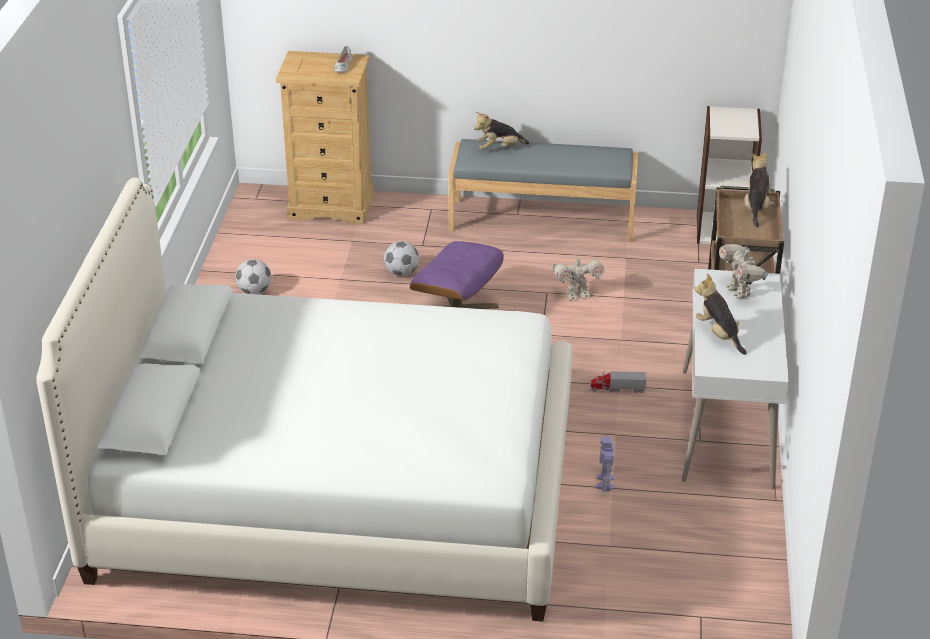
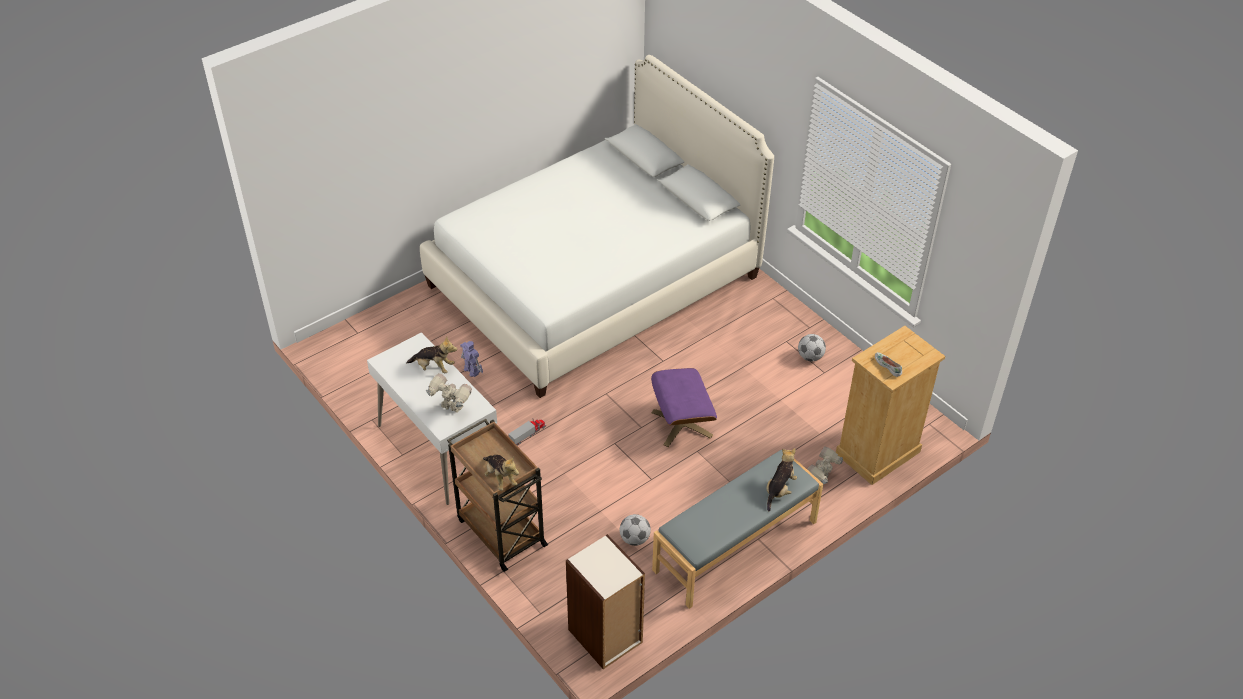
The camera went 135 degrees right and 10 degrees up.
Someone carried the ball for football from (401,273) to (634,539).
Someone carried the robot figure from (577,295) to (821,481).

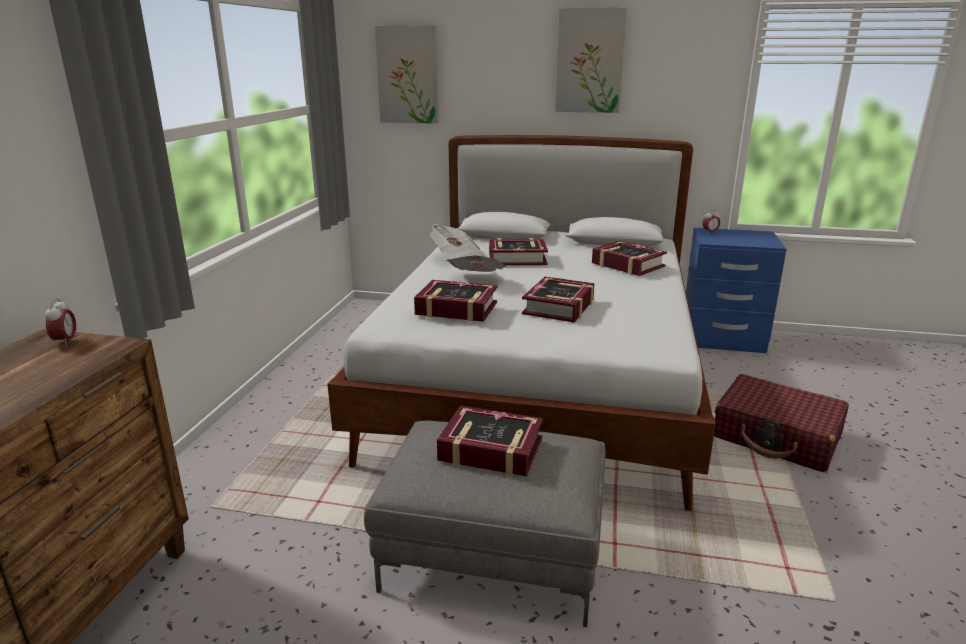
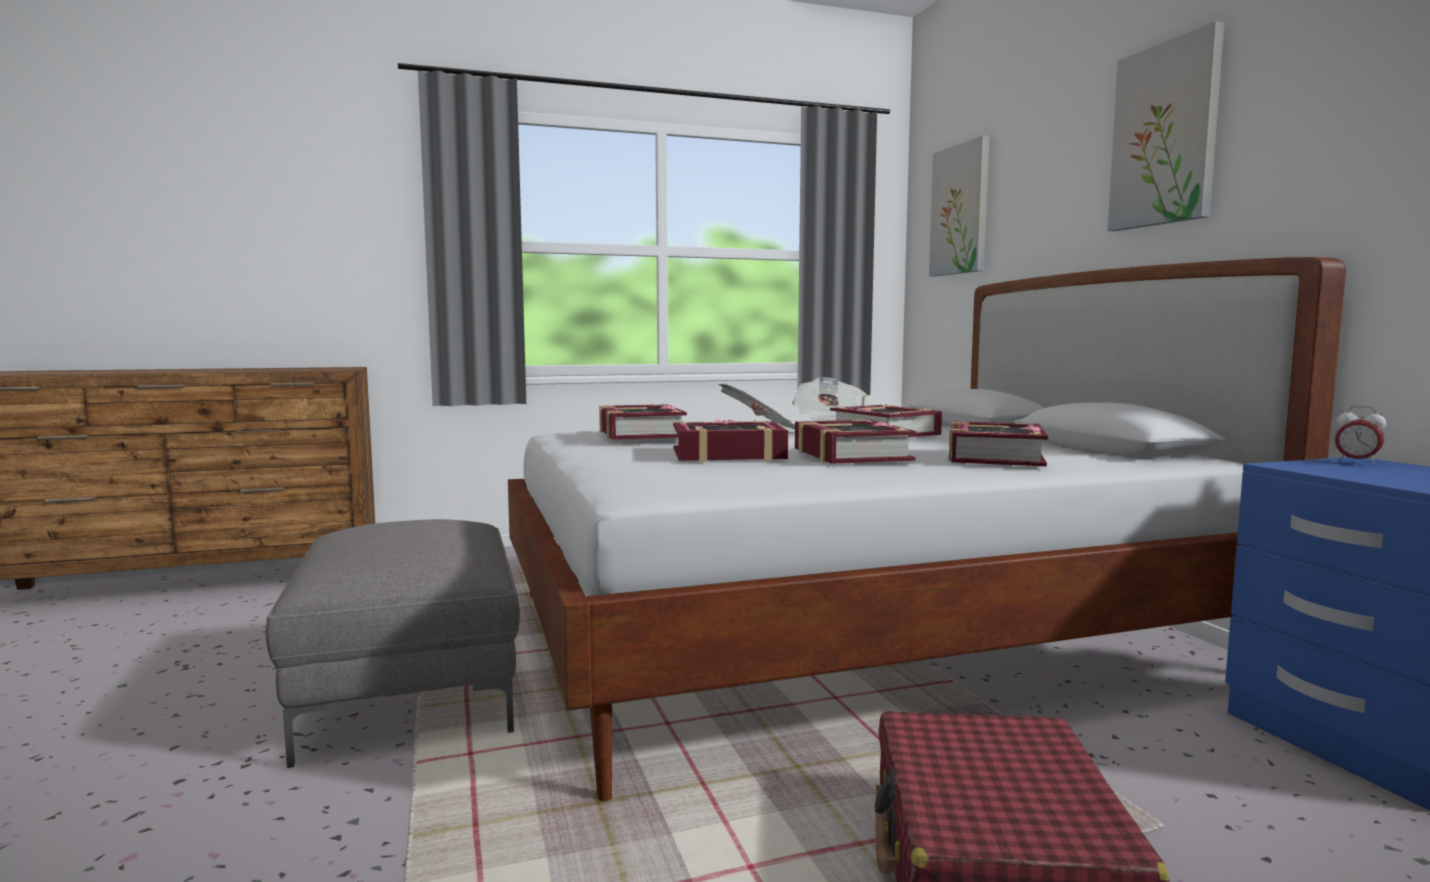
The camera went 60 degrees right and 15 degrees down.
Someone took away the bedside clock at (65,342).
Someone carried the book from (491,450) to (850,455).

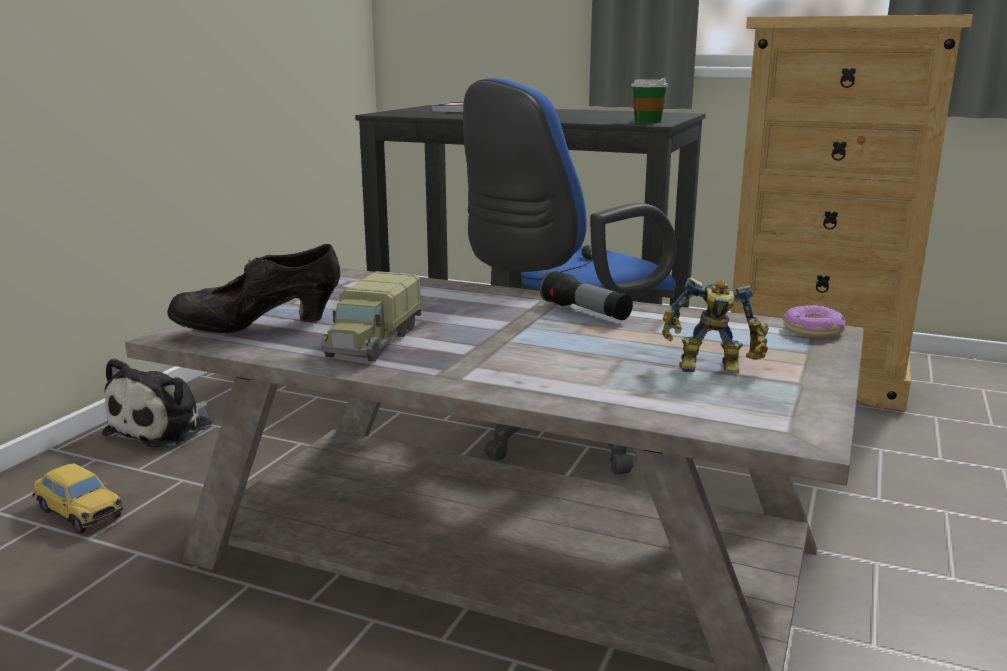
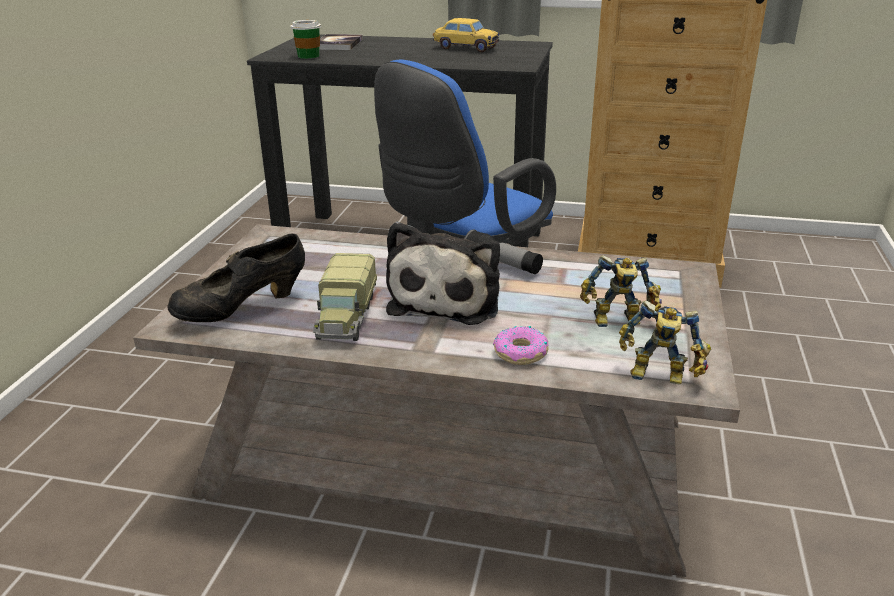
The camera went 10 degrees left and 10 degrees up.
Someone put down the robot figure at (659,376).
Someone carried the toy car from (79,513) to (465,48).
Someone carried the plush toy from (165,428) to (448,299).
Someone carried the cup from (647,122) to (308,56).
Someone carried the doughnut from (813,331) to (521,353).

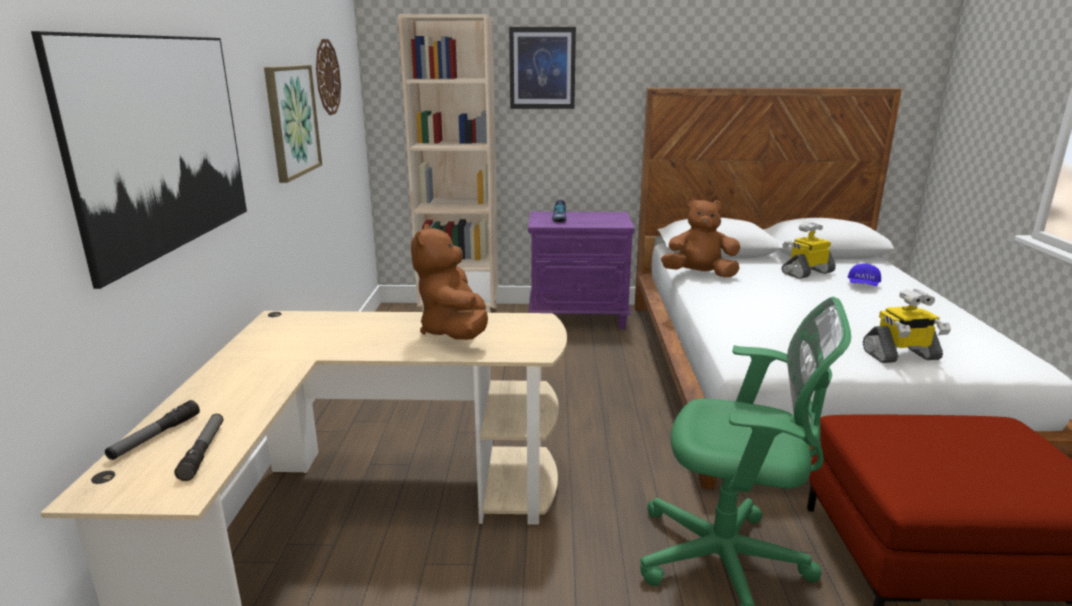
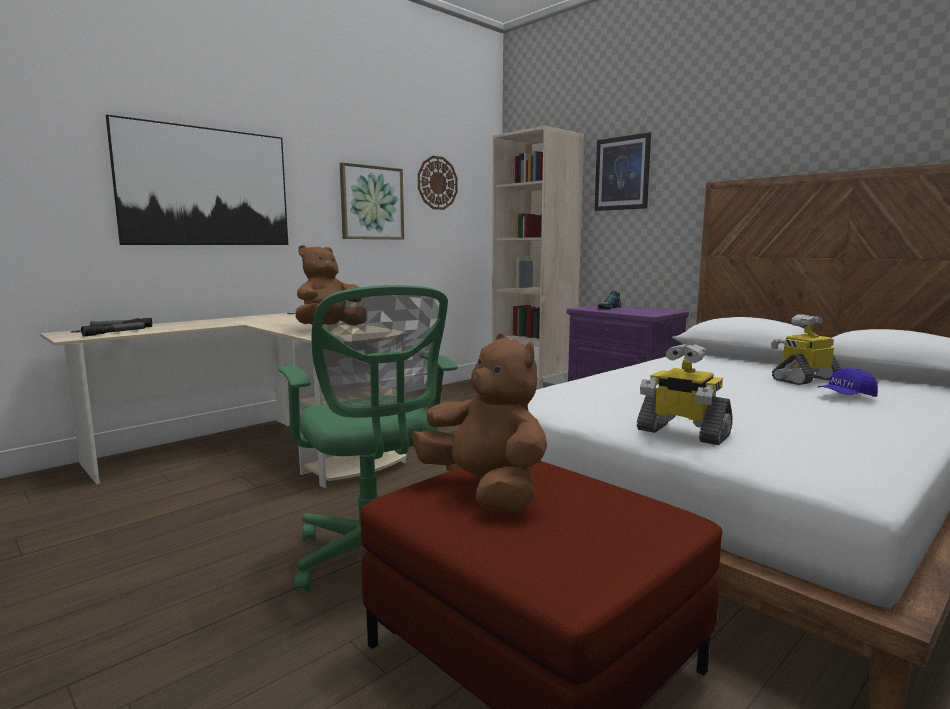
The camera went 45 degrees right and 10 degrees down.
Someone carried the brownish plush toy from (699,275) to (486,490).
Someone rotated the robot figure at (806,273) by 45 degrees counterclockwise.

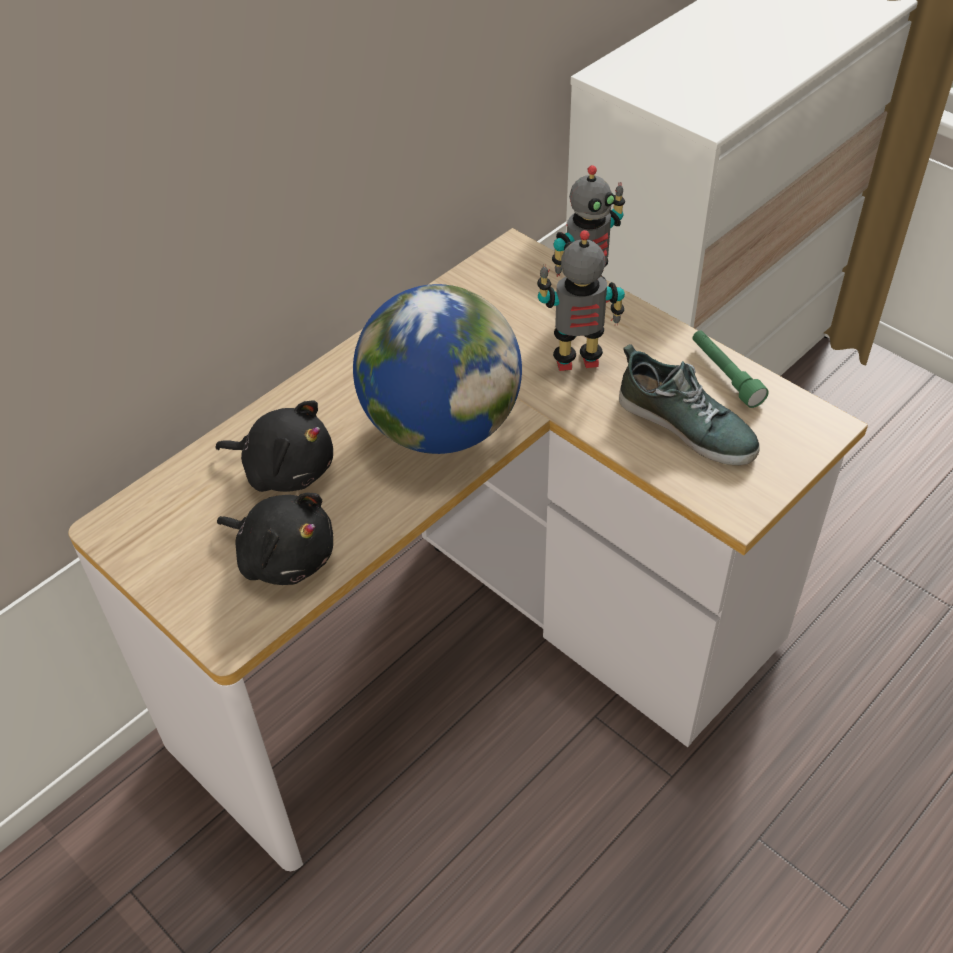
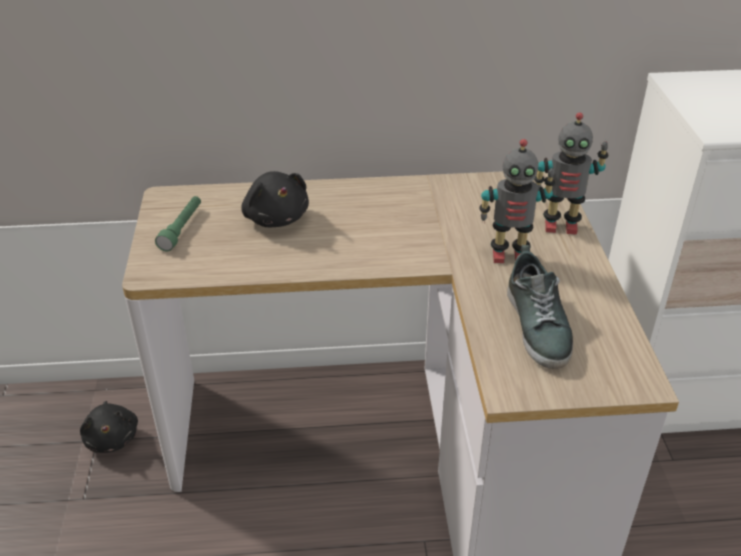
The camera went 40 degrees right and 10 degrees down.
Someone took away the world globe at (441,428).
Someone carried the black plush toy from (284,556) to (112,437).
Someone carried the green-coloured torch from (725,375) to (182,229).
Someone rotated the robot figure at (577,363) by 150 degrees clockwise.

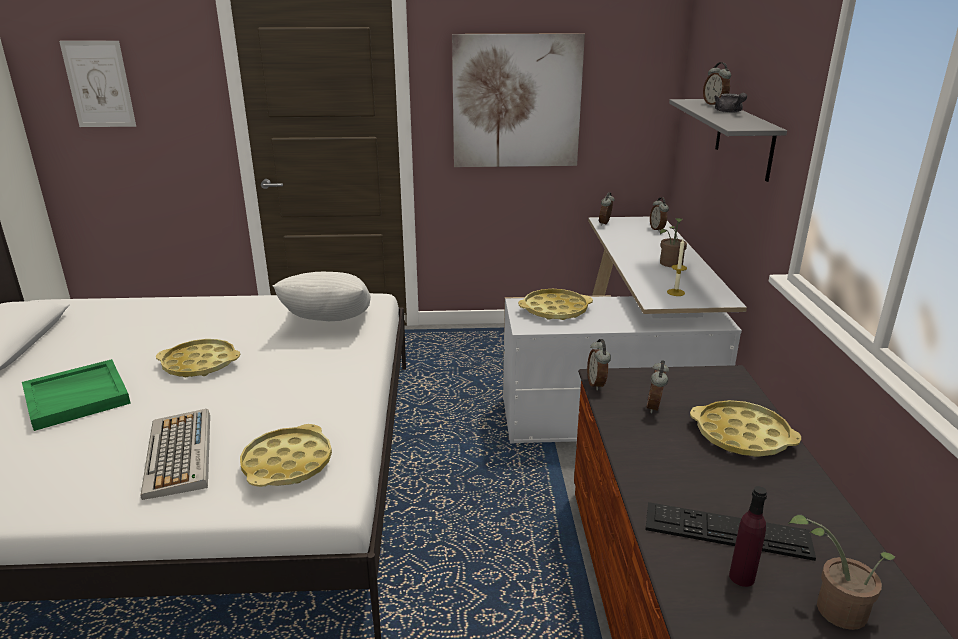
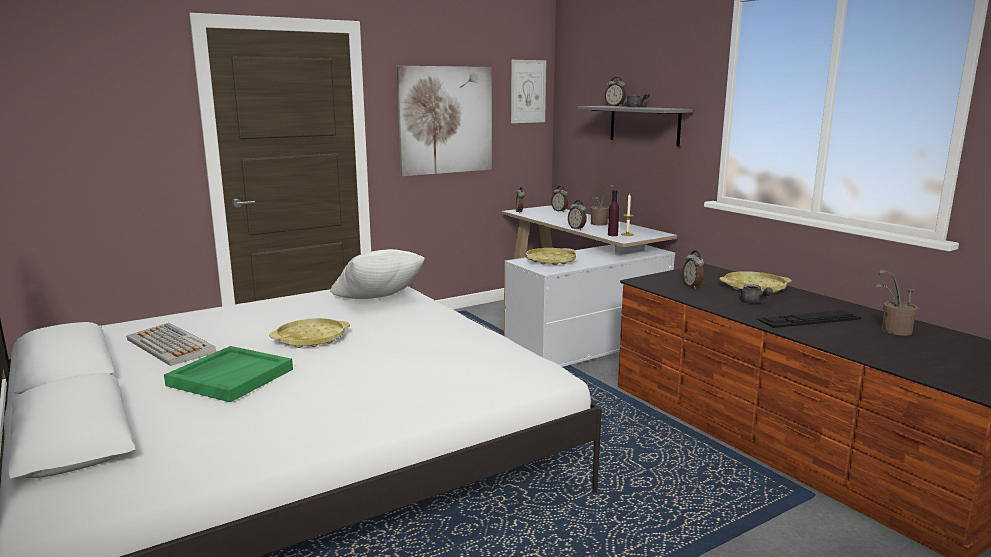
The camera went 30 degrees left and 10 degrees down.
Someone took away the yellow serving tray at (287,463).
Someone put down the gray tea pot at (753,302).
Someone carried the picture from (99,84) to (528,91).
Someone carried the computer keyboard from (179,455) to (171,346).
Someone carried the bedside clock from (597,384) to (577,228).
Someone carried the purple beverage bottle from (742,577) to (612,235).

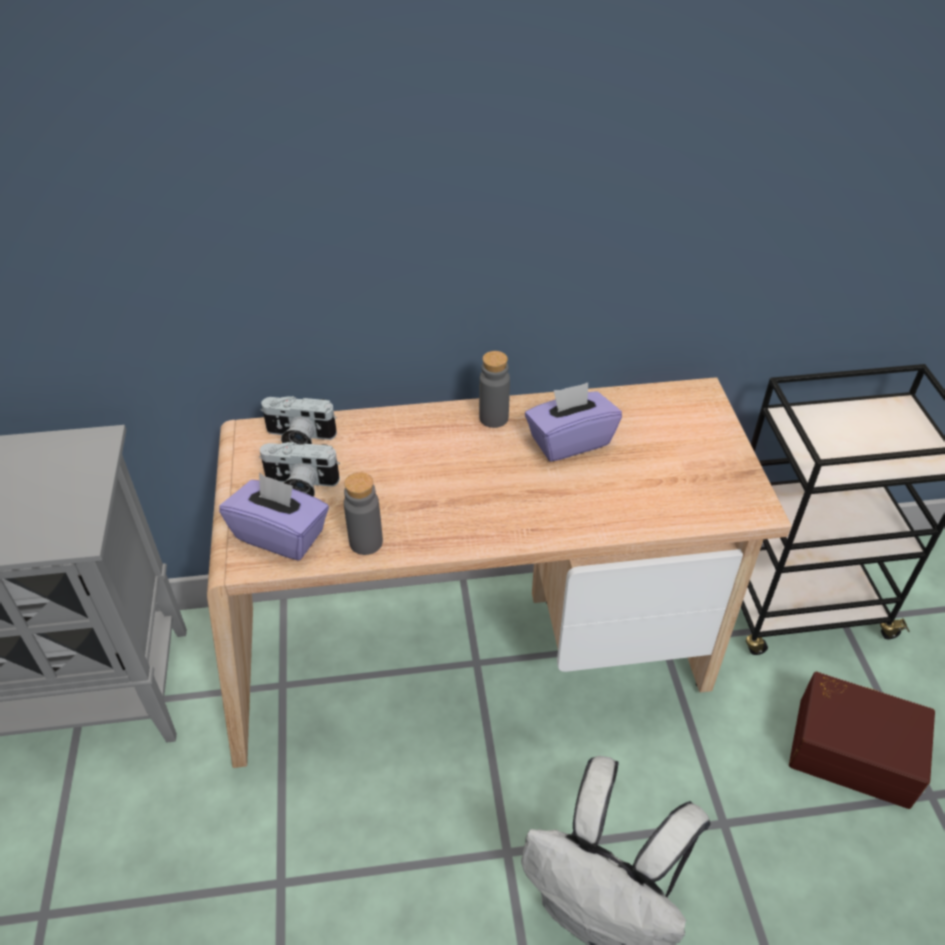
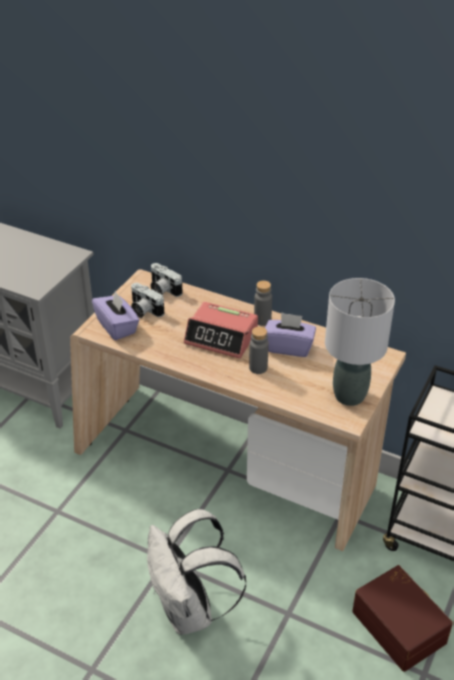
The camera went 35 degrees right and 5 degrees down.
Someone put down the bedside clock at (221,337).
Someone put down the gray tabletop lamp at (350,395).
Someone carried the gray beverage bottle from (366,542) to (258,368).

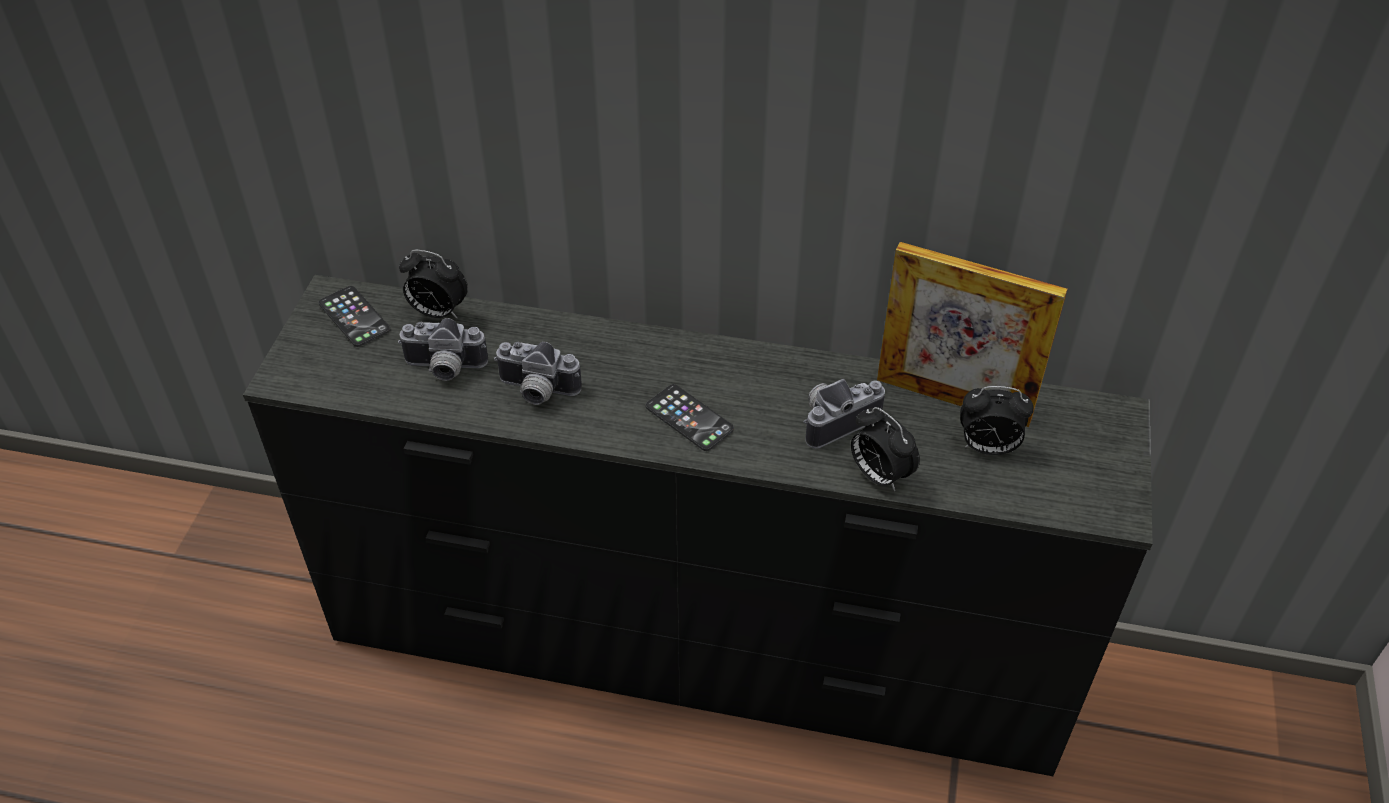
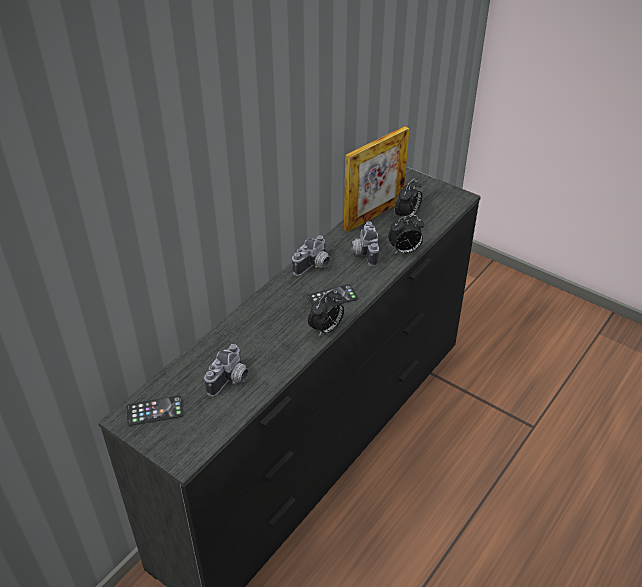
The camera went 65 degrees left and 5 degrees down.
Someone carried the bedside clock from (437,312) to (326,329).
Someone carried the still camera from (536,392) to (314,266).

